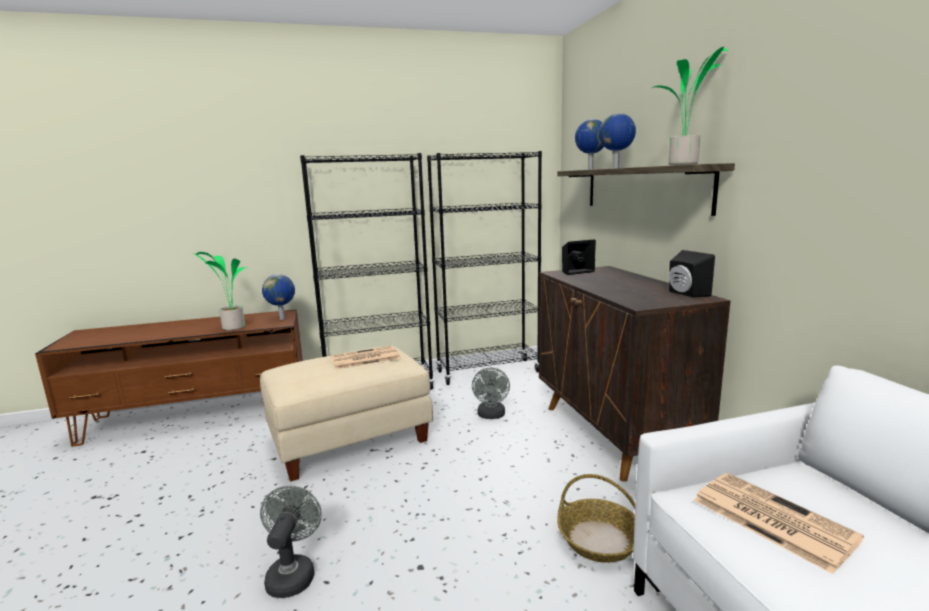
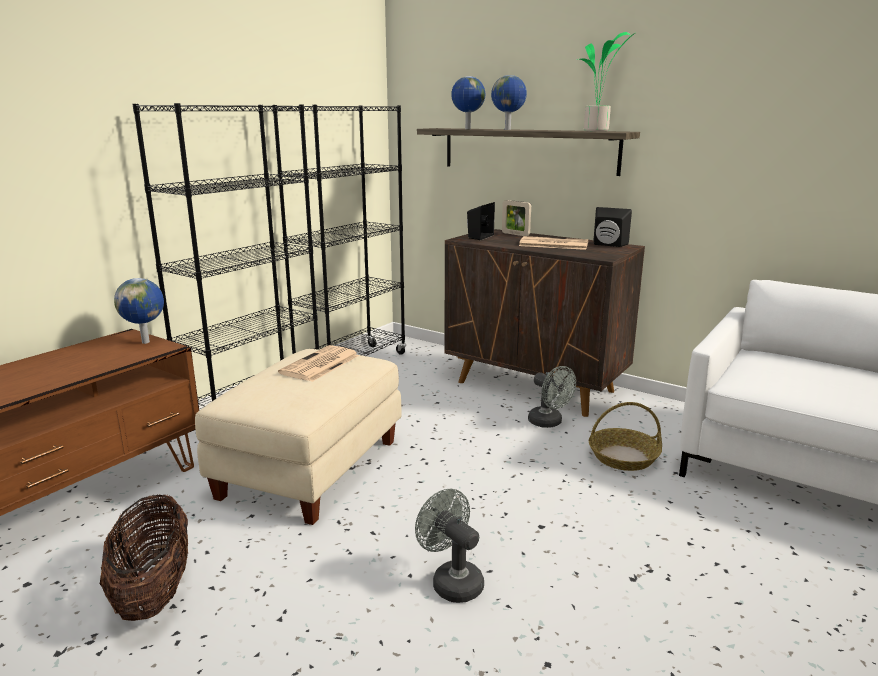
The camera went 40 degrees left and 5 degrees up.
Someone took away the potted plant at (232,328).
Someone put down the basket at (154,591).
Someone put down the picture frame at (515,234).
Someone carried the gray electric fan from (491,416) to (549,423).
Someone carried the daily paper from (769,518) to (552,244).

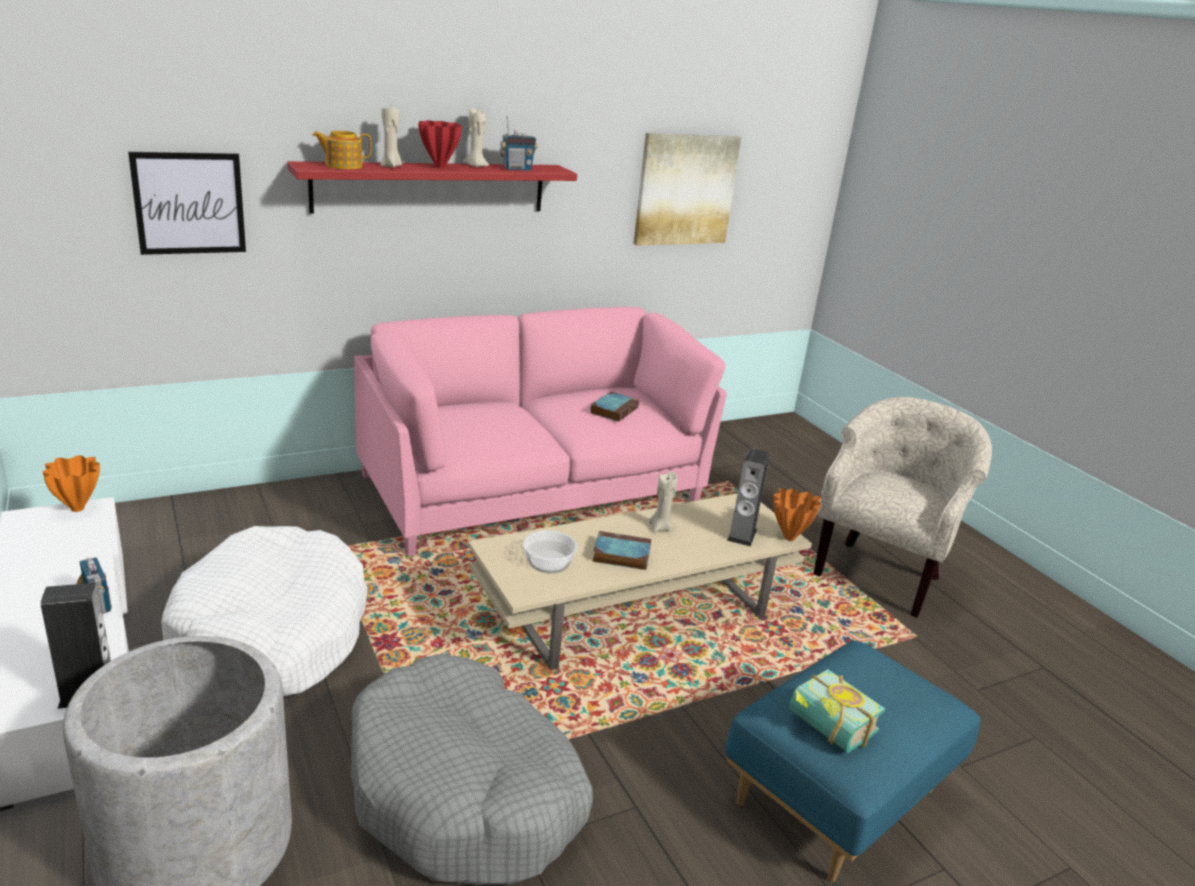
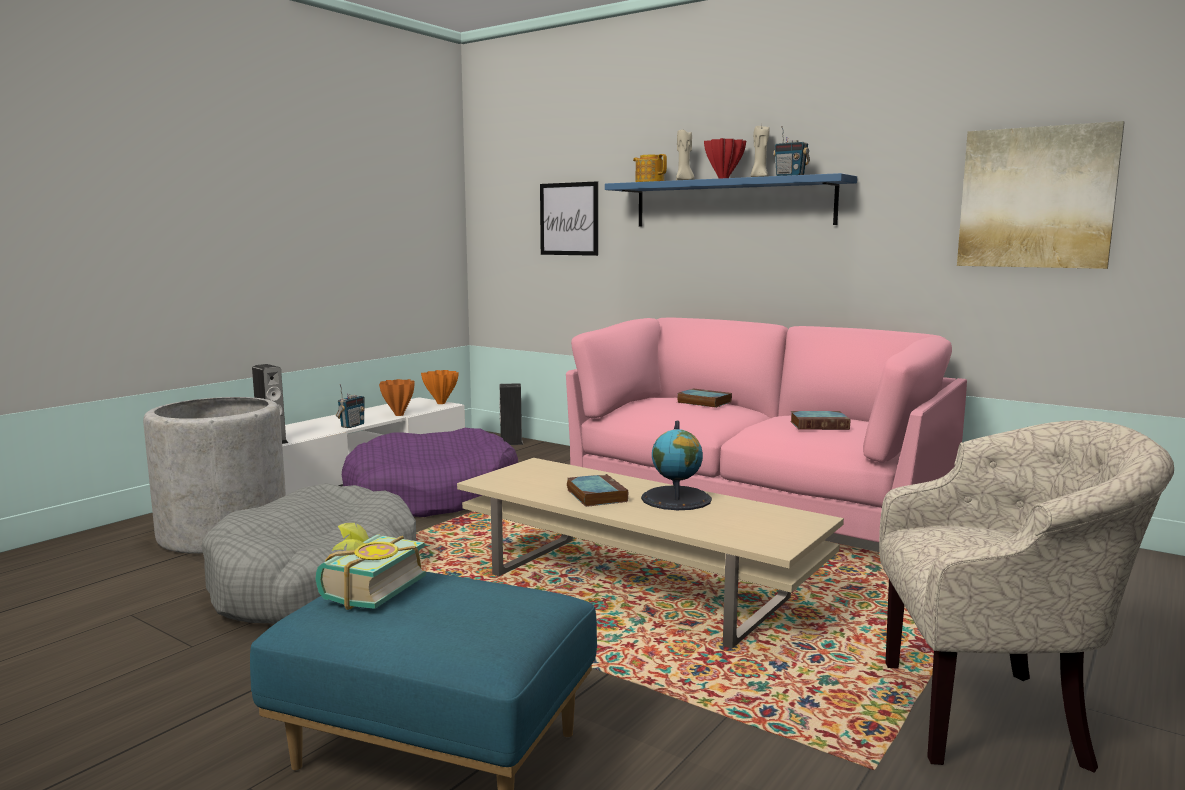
The camera went 65 degrees right and 15 degrees down.
Someone took away the bowl at (548,561).
Someone put down the book at (702,402).
Someone carried the audio speaker from (742,535) to (511,443).
Someone carried the orange vase from (788,538) to (398,415).
Someone swapped the beige candle at (660,527) for the world globe at (676,499).
Someone repainted the white-coloured dog cushion at (272,635), which became the purple dog cushion at (432,496).
Someone repainted the reddish bracket shelf at (431,187), which became the blue-coloured bracket shelf at (731,203).

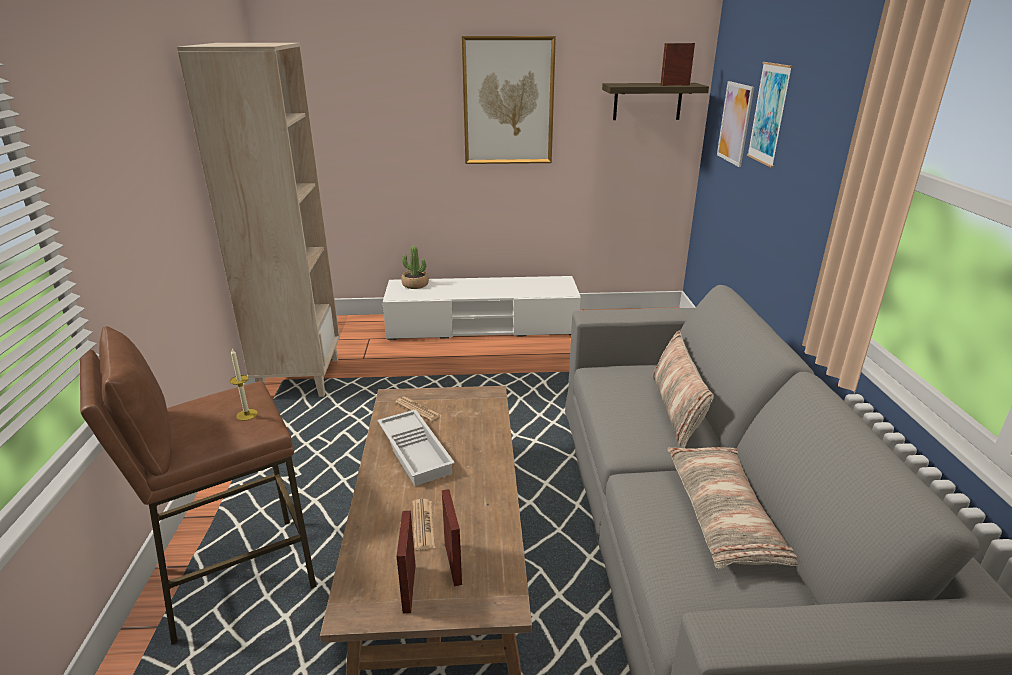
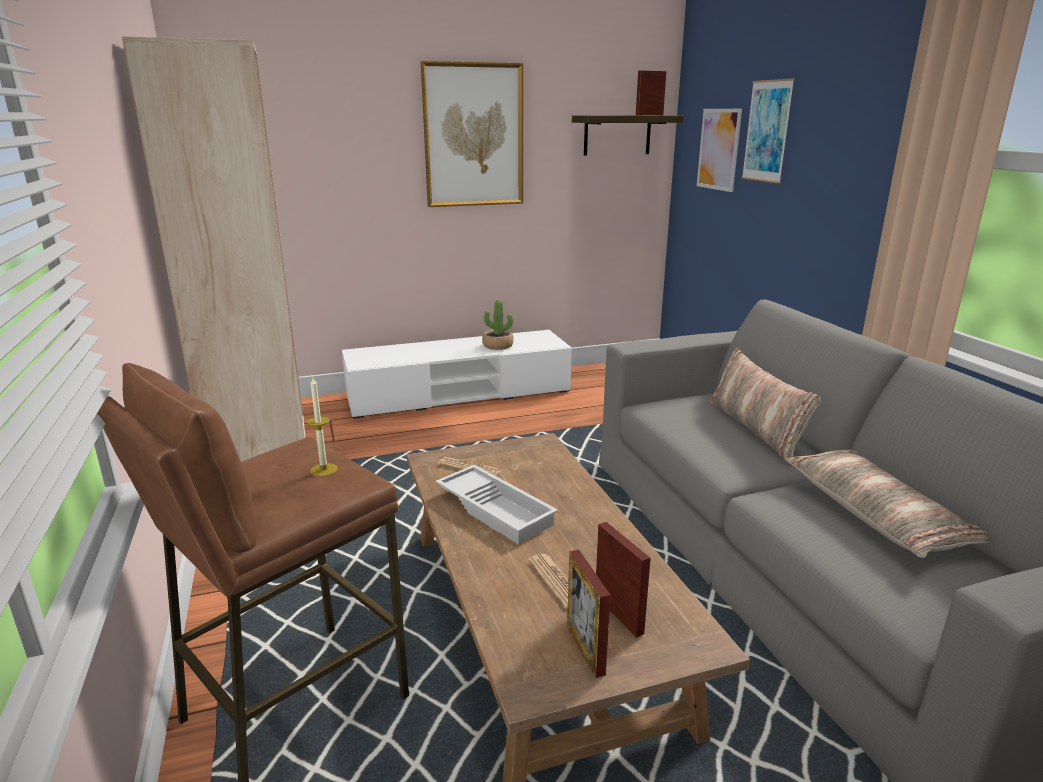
The camera went 15 degrees left and 5 degrees down.
Someone carried the potted plant from (415,285) to (498,346).

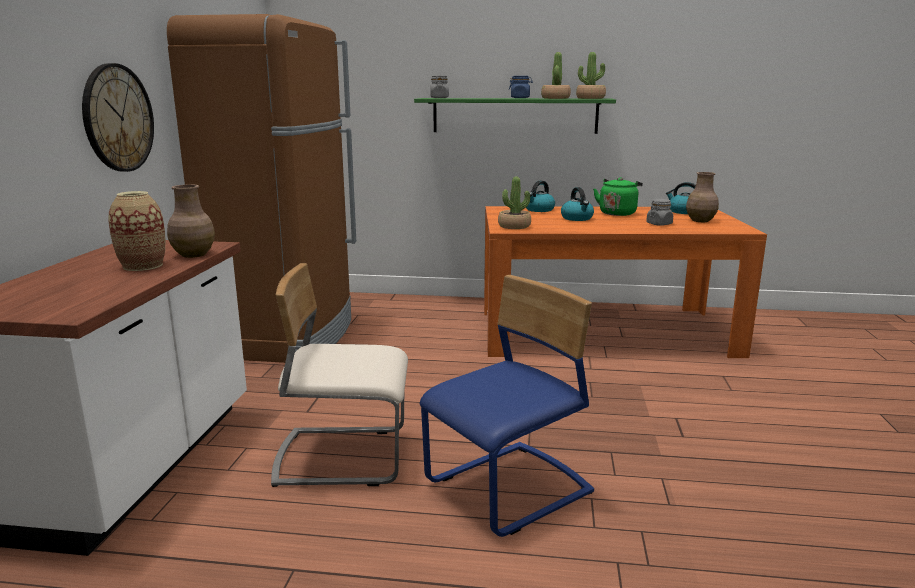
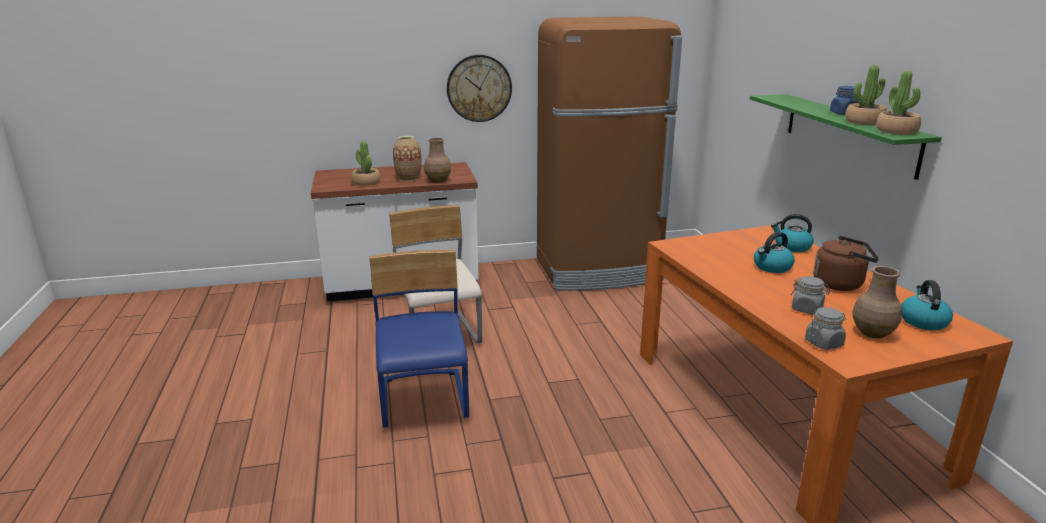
The camera went 70 degrees right and 5 degrees up.
Someone carried the gray preserve jar from (439,98) to (824,343).
Someone carried the potted plant from (514,226) to (366,182).
Someone repainted the green-coloured water kettle at (617,213), which became the brownish water kettle at (841,284).
Someone rotated the blue-coloured plain chair at (509,490) by 135 degrees counterclockwise.

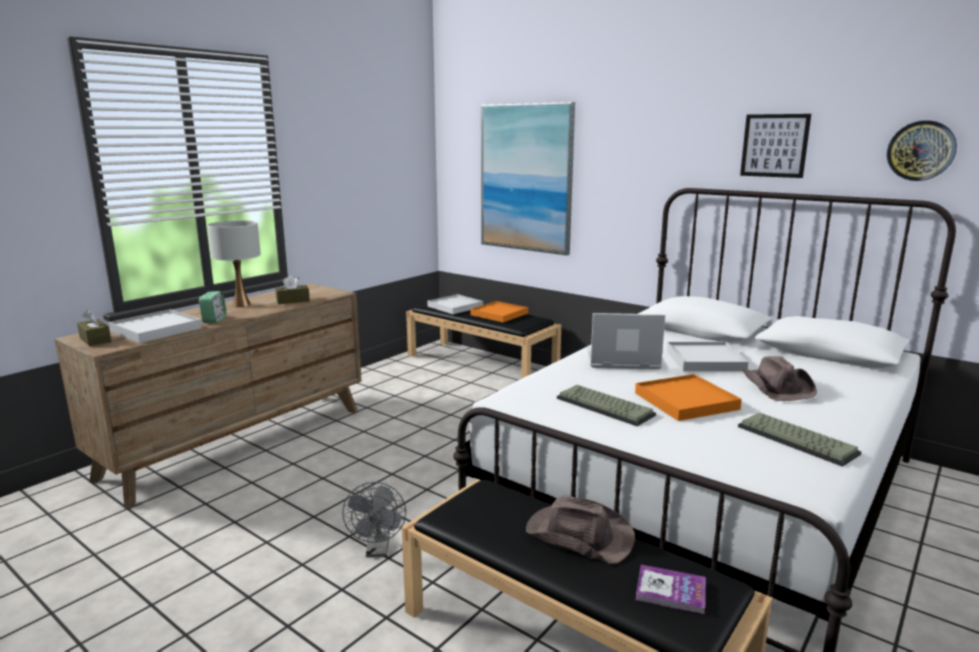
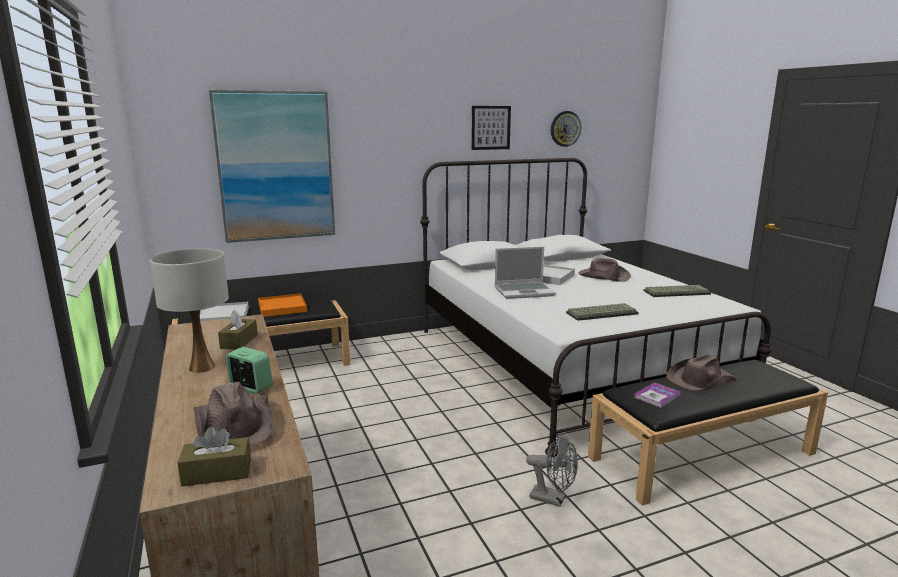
The camera went 60 degrees left and 0 degrees up.
Someone took away the orange serving tray at (686,401).
Someone carried the book from (671,591) to (657,396).
Someone swapped the white-coloured serving tray at (156,329) for the brownish hat at (236,425).
Someone rotated the laptop at (621,360) by 135 degrees counterclockwise.

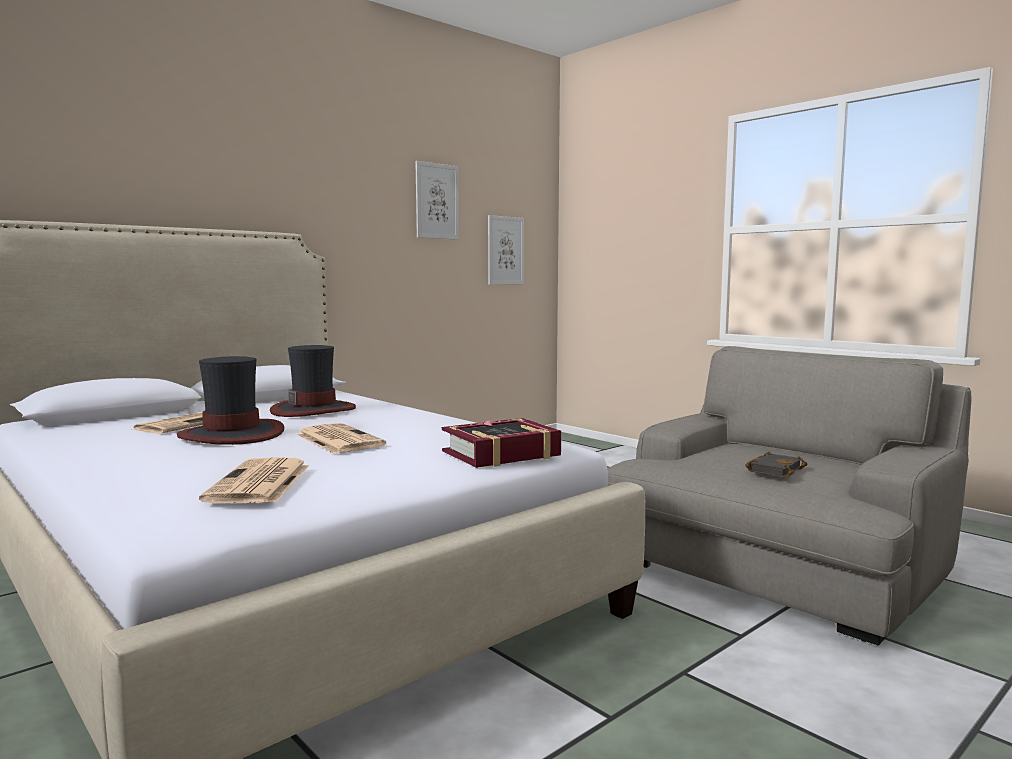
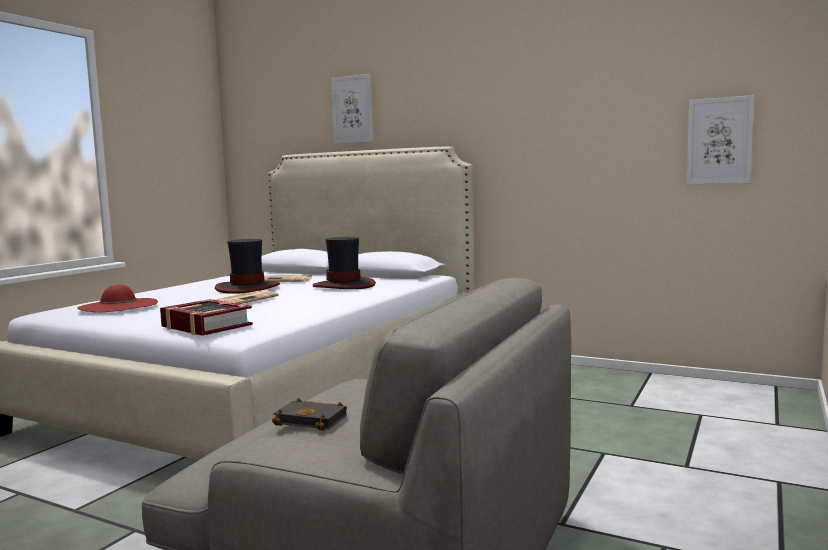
The camera went 70 degrees right and 0 degrees up.
Someone carried the picture from (437,201) to (352,109).
Someone swapped the daily paper at (259,483) for the reddish hat at (118,305).

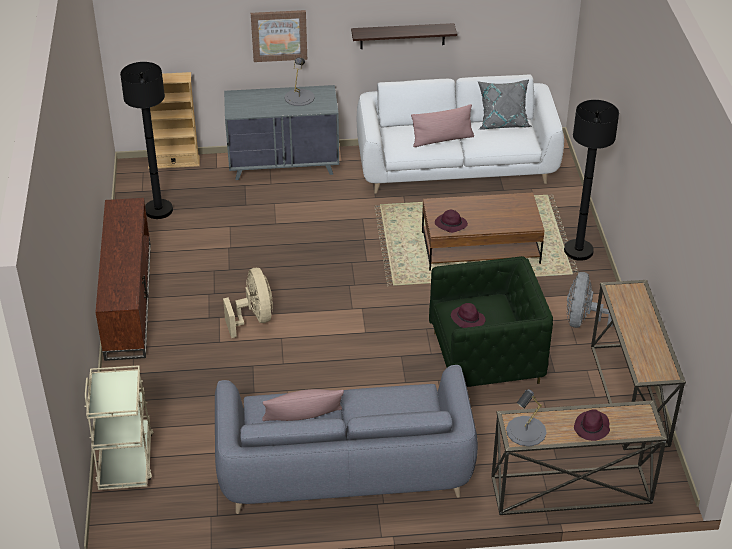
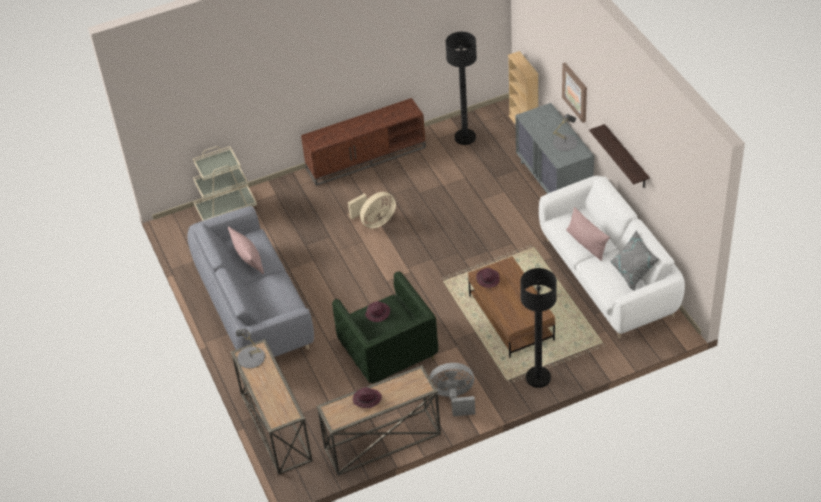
The camera went 75 degrees right and 5 degrees up.
Someone carried the purple hat from (591,428) to (366,399).

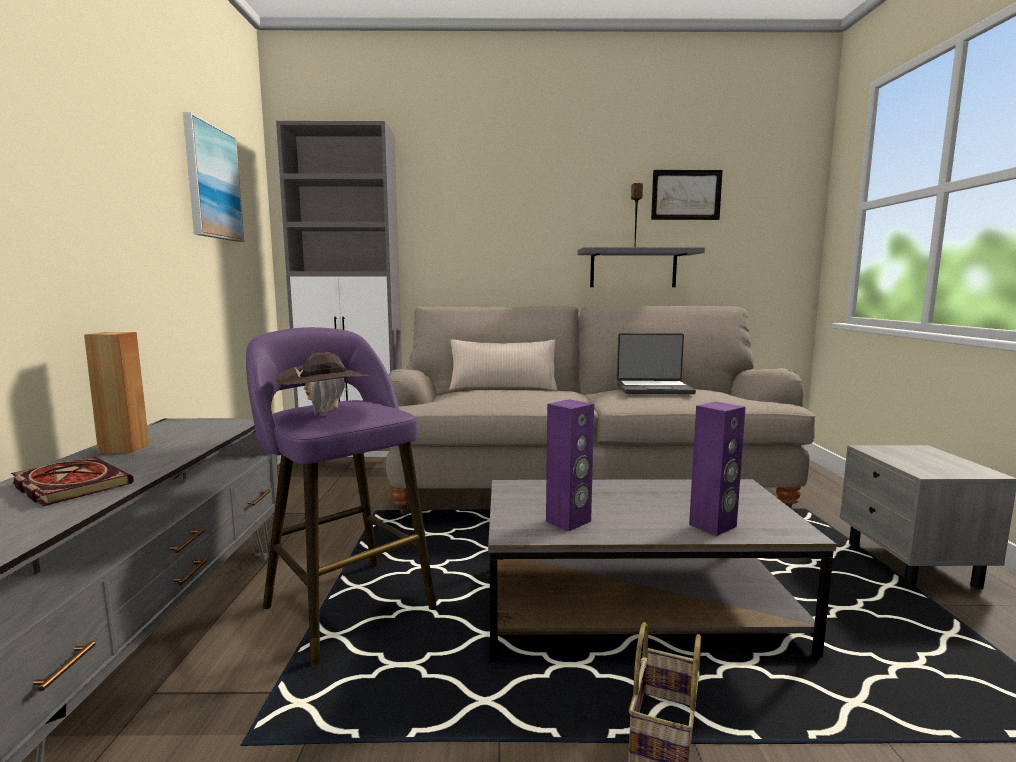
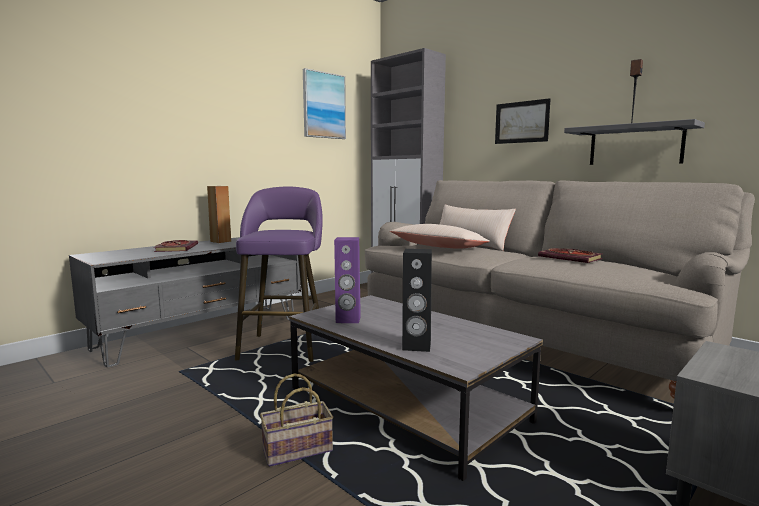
The camera went 45 degrees right and 0 degrees up.
Someone took away the brownish hat at (326,412).
Someone put down the beige pillow at (438,247).
Someone carried the picture from (686,195) to (521,122).
Someone swapped the laptop at (654,389) for the book at (571,258).
Someone repainted the purple audio speaker at (713,526), which became the black audio speaker at (416,346).

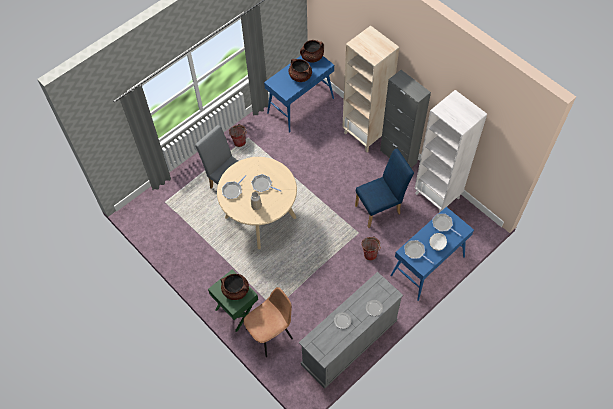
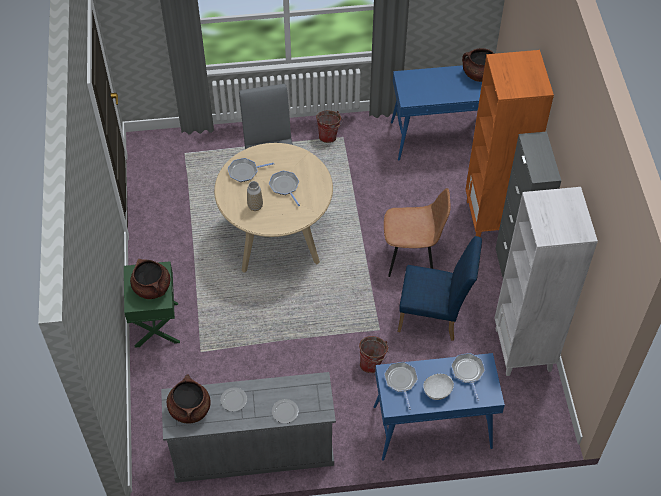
The camera went 35 degrees right and 5 degrees down.
Someone carried the brownish plain chair from (270,333) to (412,256).
Someone carried the brownish stockpot from (300,76) to (189,409).
Someone repainted the beige bookshelf at (365,135), which became the orange bookshelf at (492,218).

